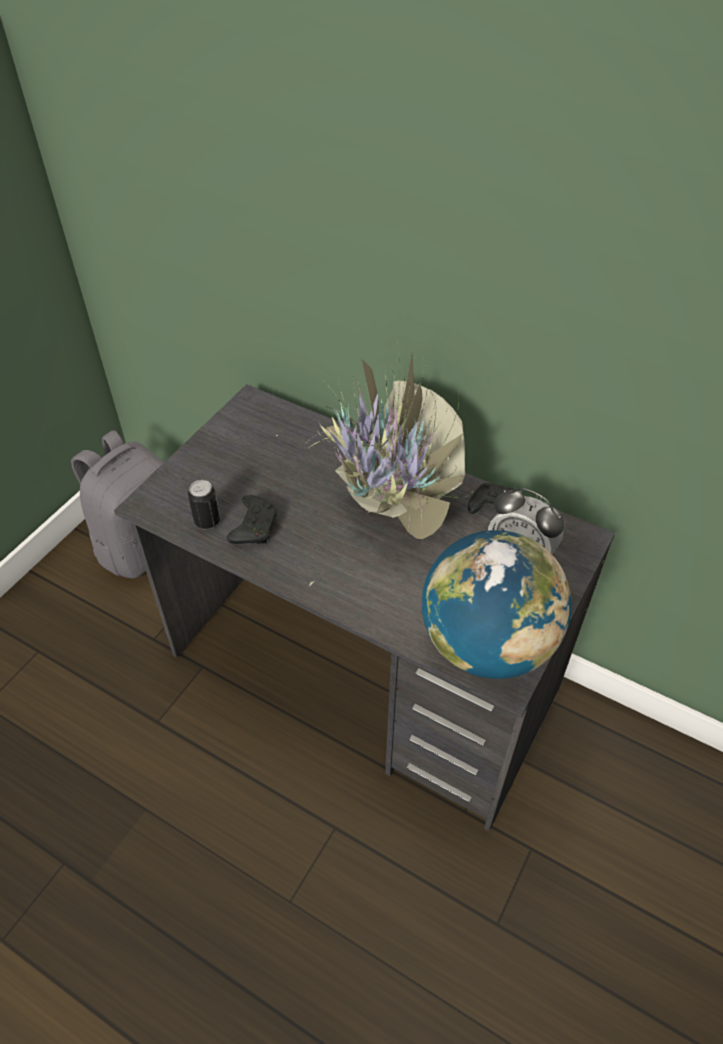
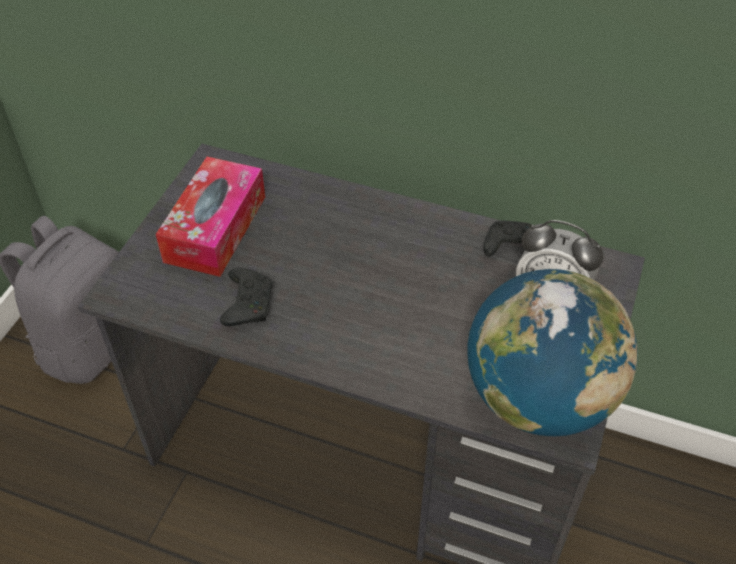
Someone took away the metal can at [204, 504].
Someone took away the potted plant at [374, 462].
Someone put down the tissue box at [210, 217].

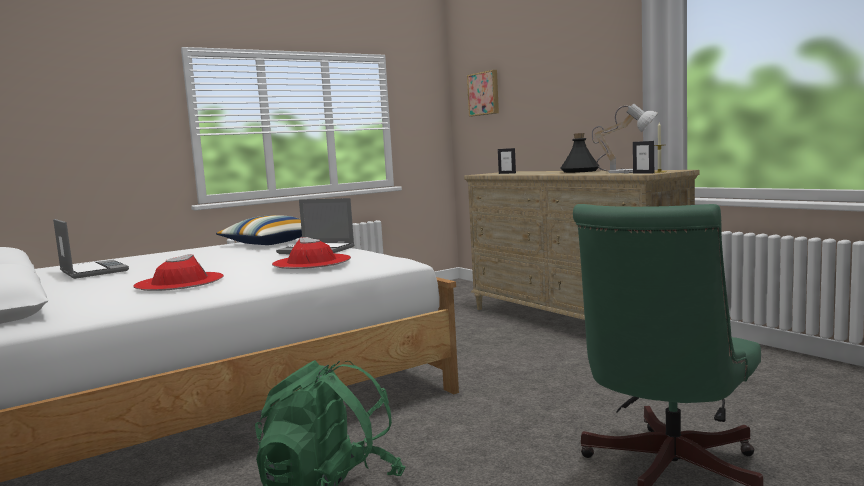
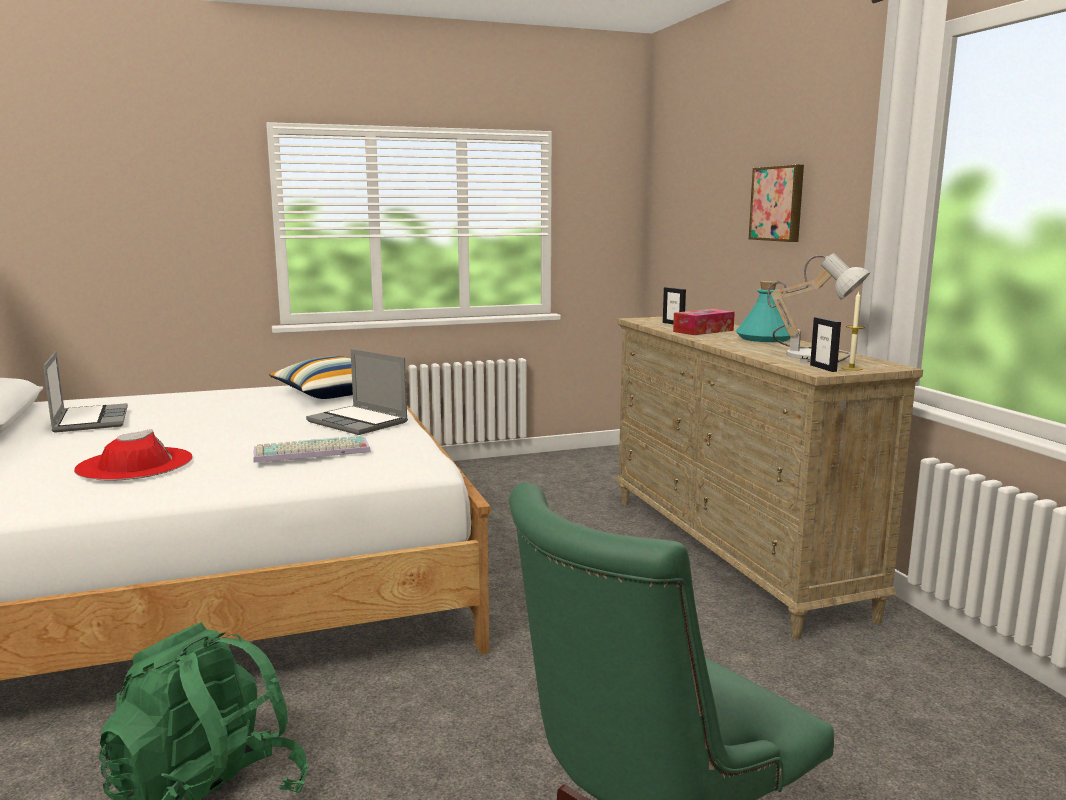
Someone swapped the hat/reddish at [311, 253] for the PC keyboard at [312, 449].
Someone carried the wall picture from [483, 93] to [776, 203].
Someone repainted the drink bottle/blackish at [580, 153], which became the drink bottle/turquoise at [763, 311].
Someone put down the tissue box at [704, 322].

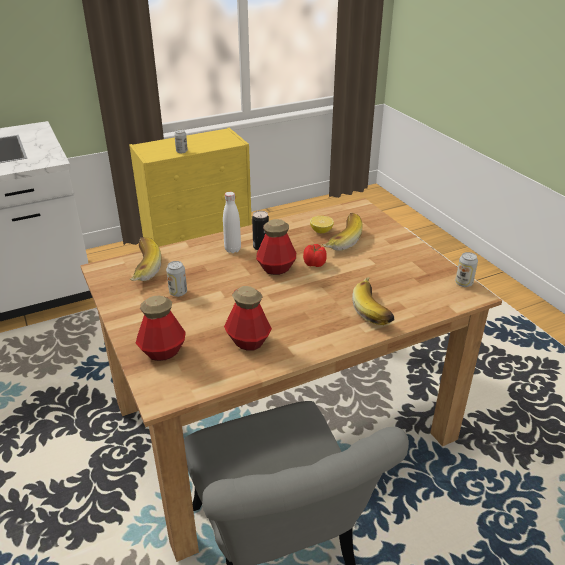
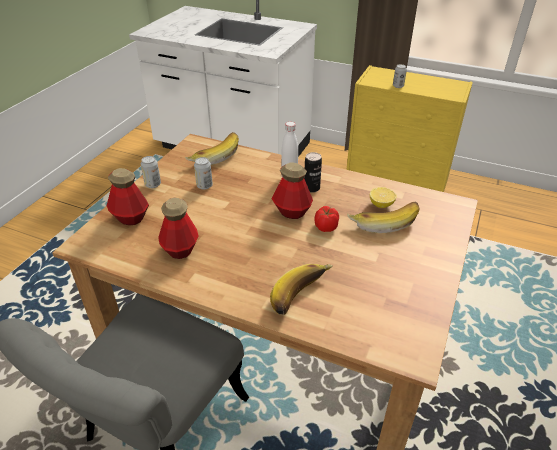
Someone carried the metal can from [466, 269] to [151, 172].

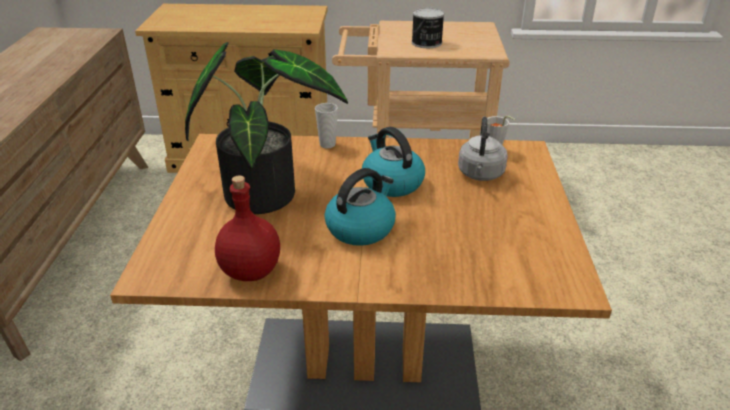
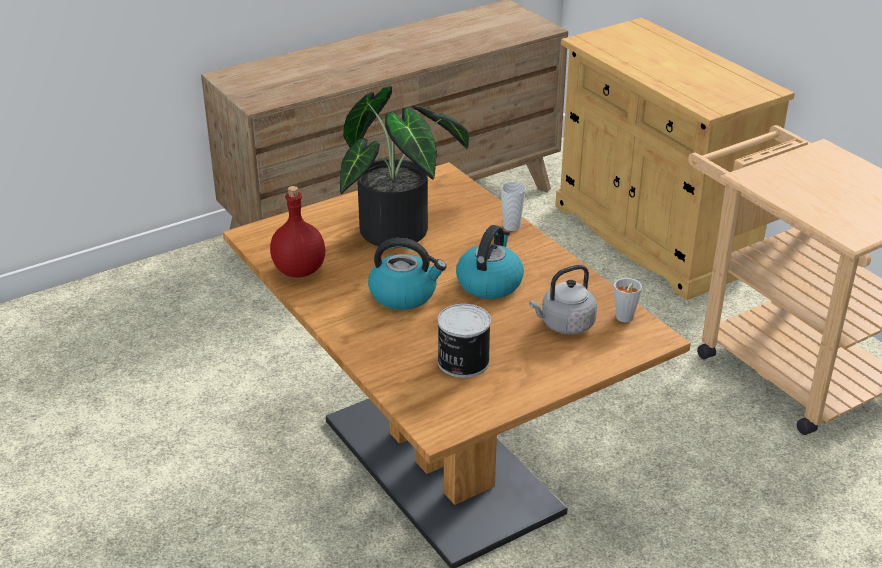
Someone carried the metal can from [428, 28] to [464, 341].

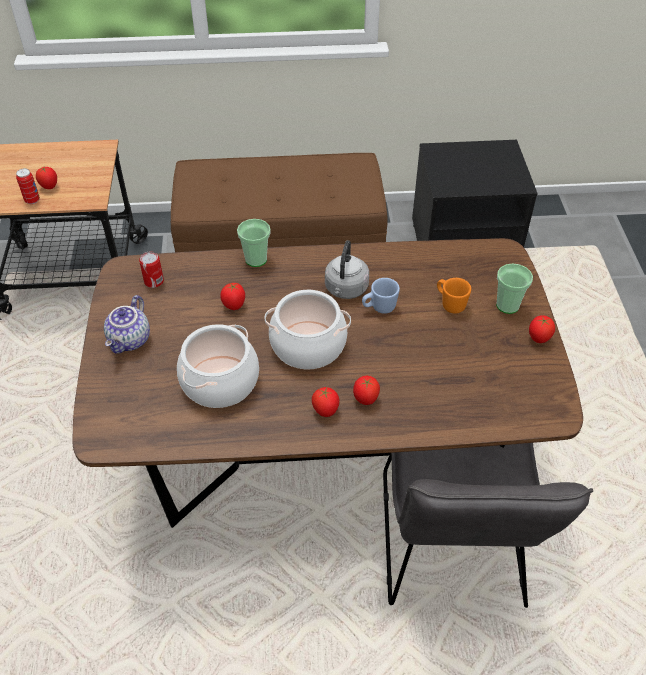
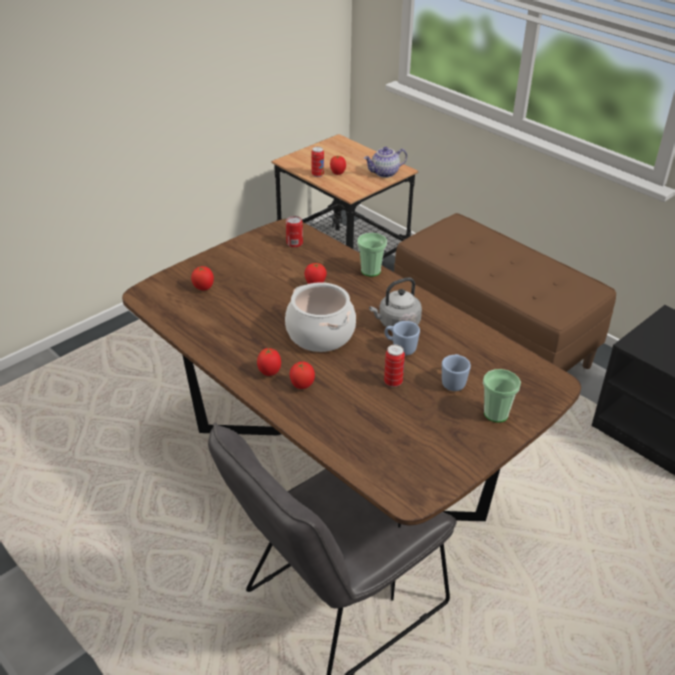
Someone carried the teapot from [127, 324] to [385, 162].
Someone took away the stockpot at [218, 366].
Someone repainted the mug/orange-coloured at [454, 296], which became the mug/blue-coloured at [456, 372].
Someone carried the whole tomato from [542, 329] to [202, 278].
Someone put down the metal can at [394, 366].

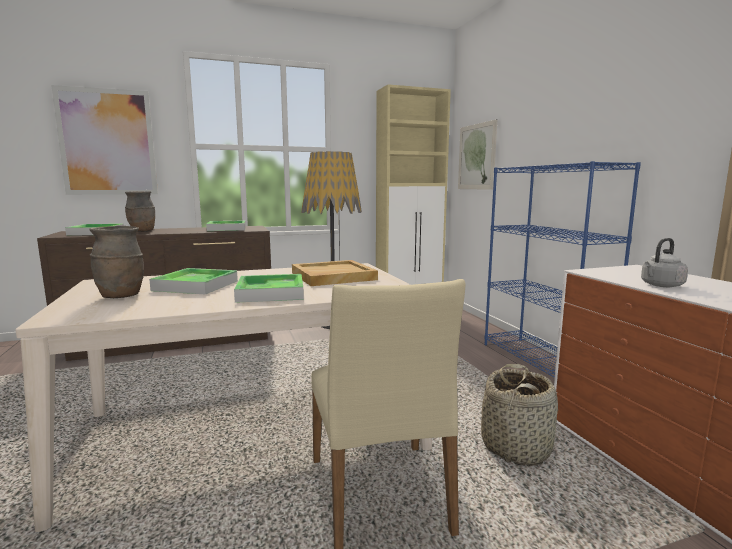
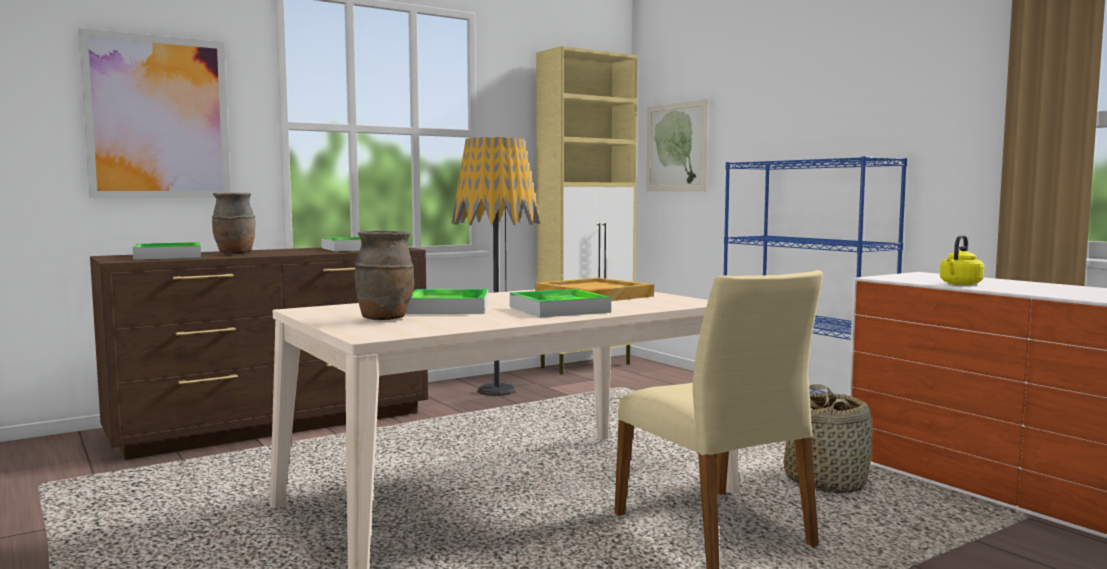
Someone repainted the water kettle/grey at [664, 262], which became the water kettle/yellow at [962, 260].

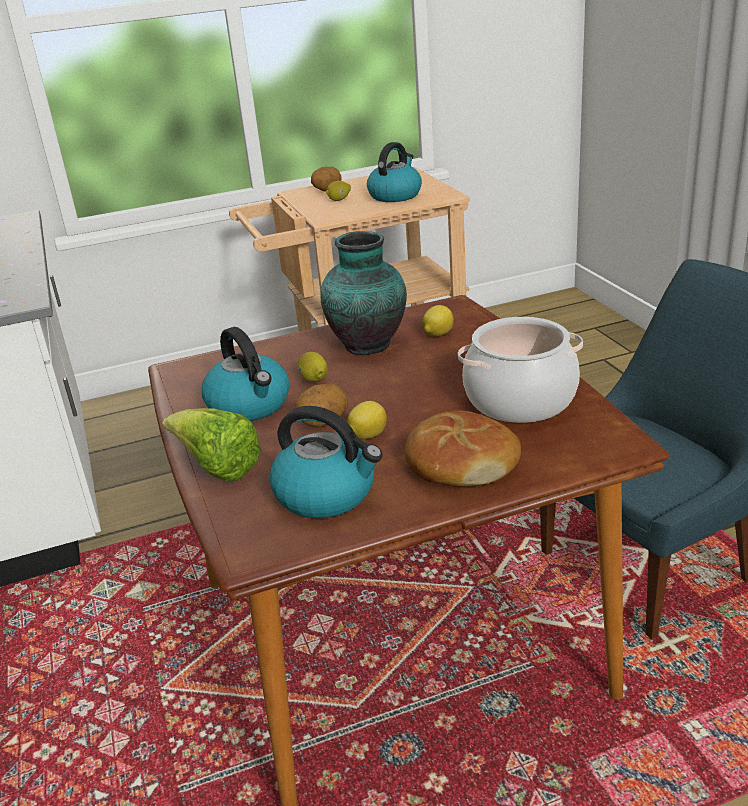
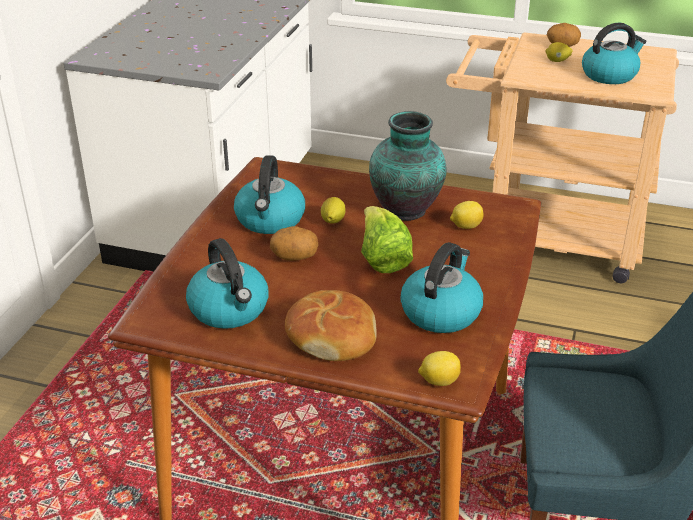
Someone carried the head of lettuce from [211, 445] to [387, 239].
Someone carried the whole lemon from [367, 420] to [439, 368].
Someone swapped the stockpot at [520, 370] for the water kettle at [441, 287].

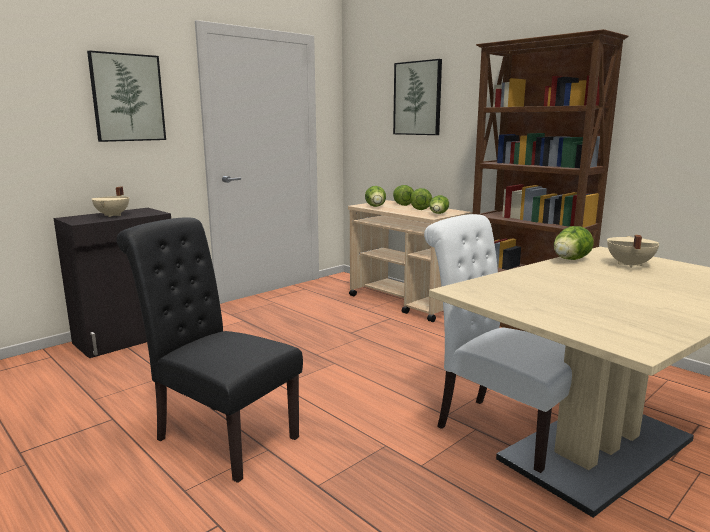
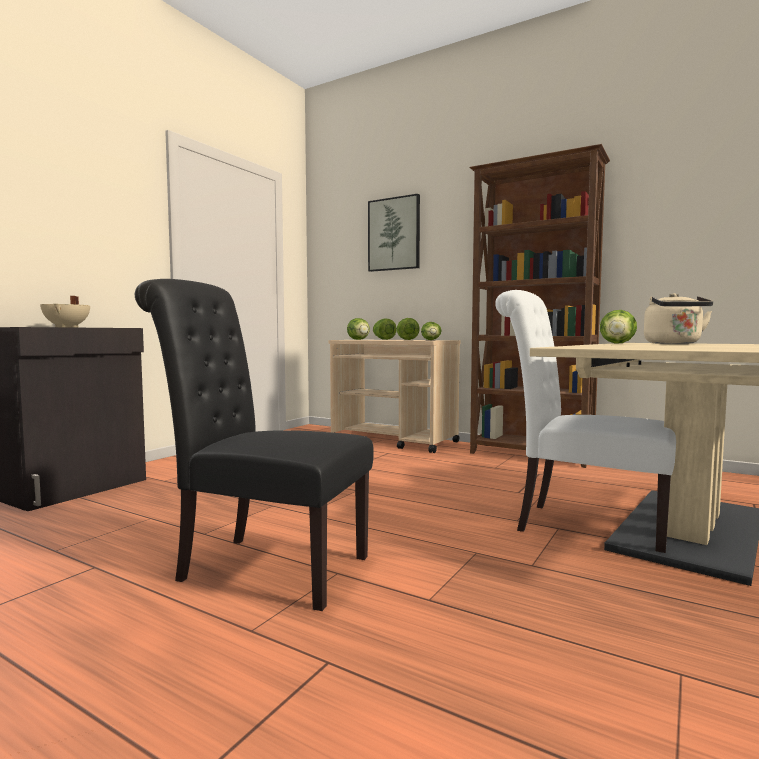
Someone took away the wall picture at [126, 96].
Someone swapped the stockpot/sand-coloured at [633, 251] for the water kettle/sand-coloured at [678, 318].

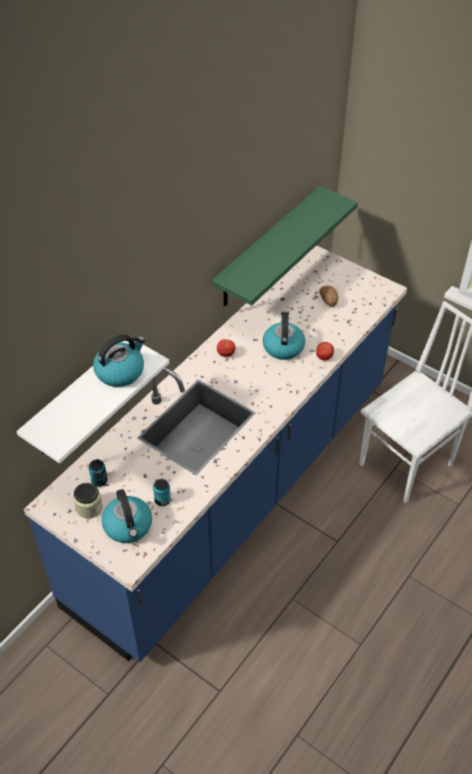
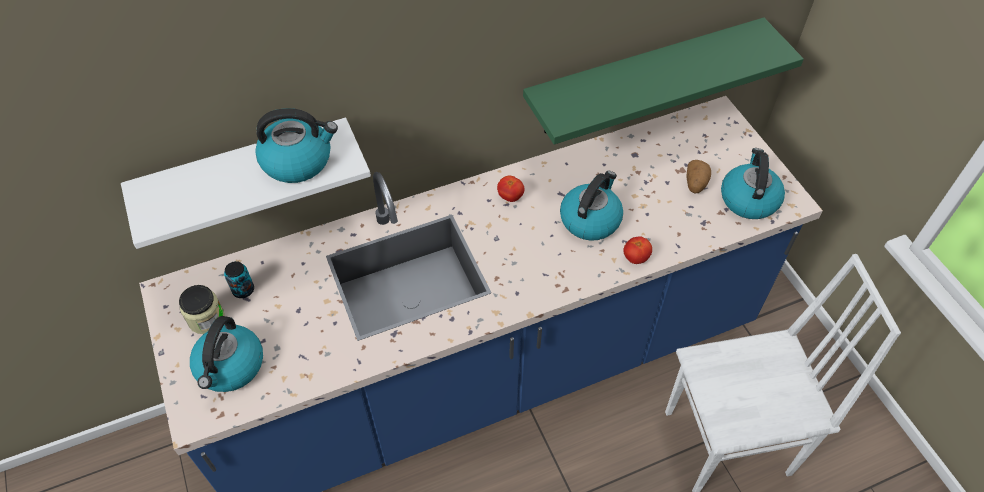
Someone took away the metal can at [162, 492].
Someone put down the water kettle at [753, 183].

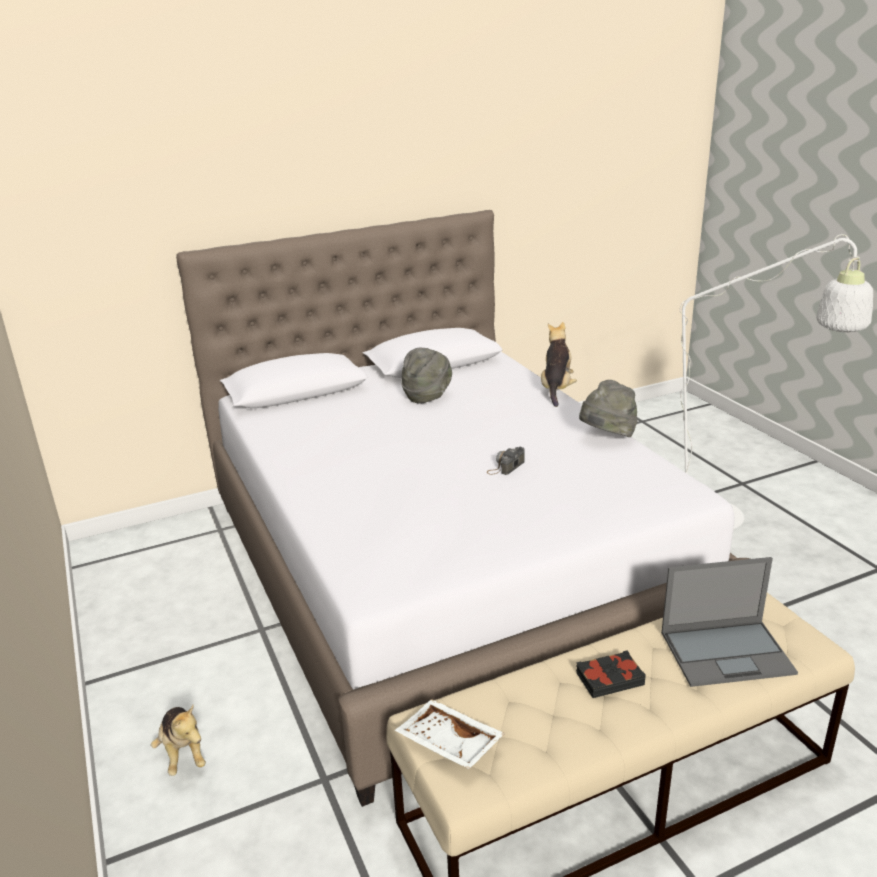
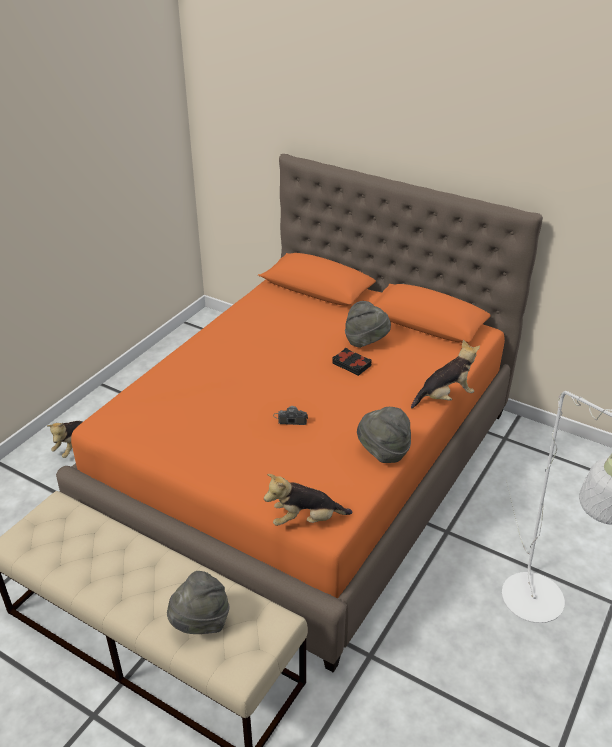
Someone repainted the sleeping bed/white-coloured at [463, 508], which became the sleeping bed/orange-coloured at [299, 413].
Someone took away the serving tray/white-coloured at [450, 734].
Someone carried the volume/blackish from [611, 674] to [352, 362].
Someone swapped the portable computer at [729, 622] for the hat/grey at [198, 602].
Someone put down the soft toy at [308, 500].

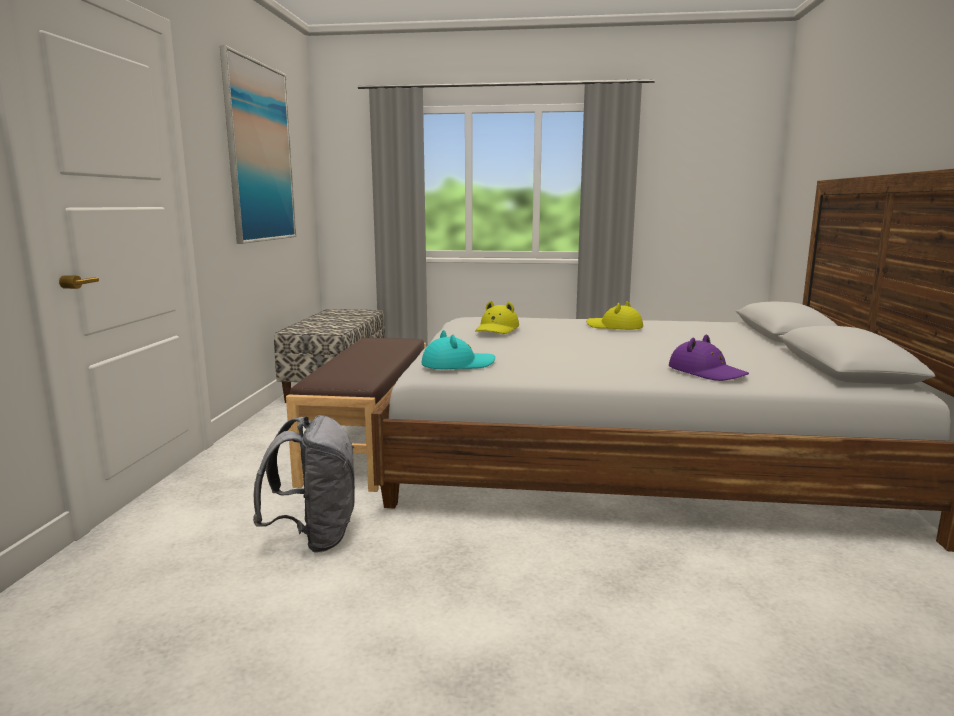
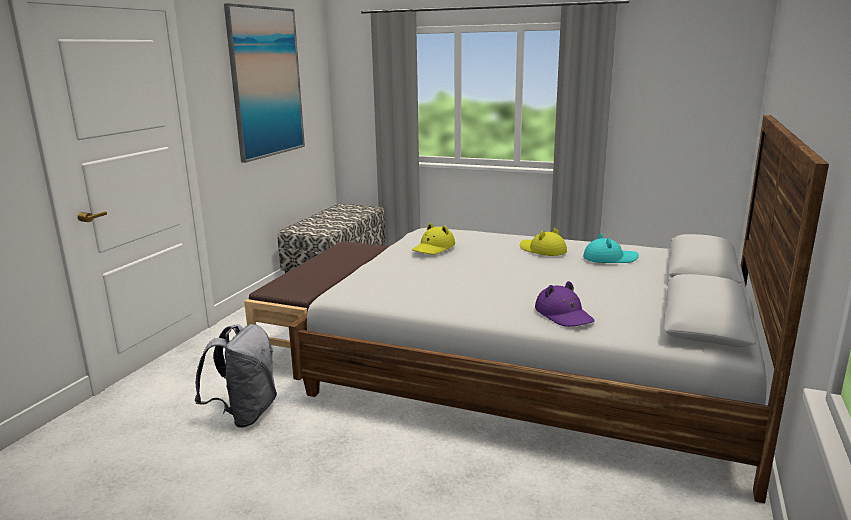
Someone carried the hat/turquoise from [458, 349] to [611, 248].

